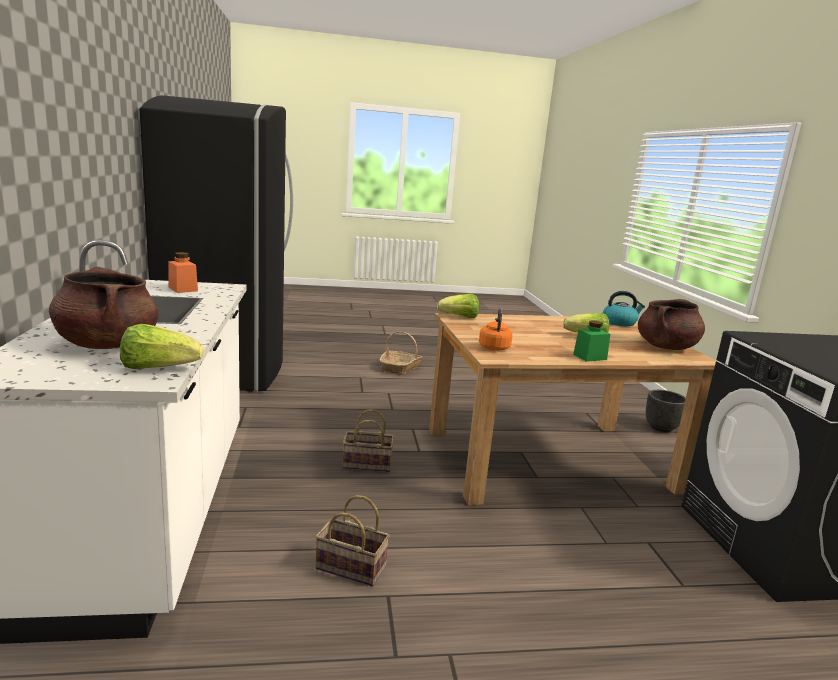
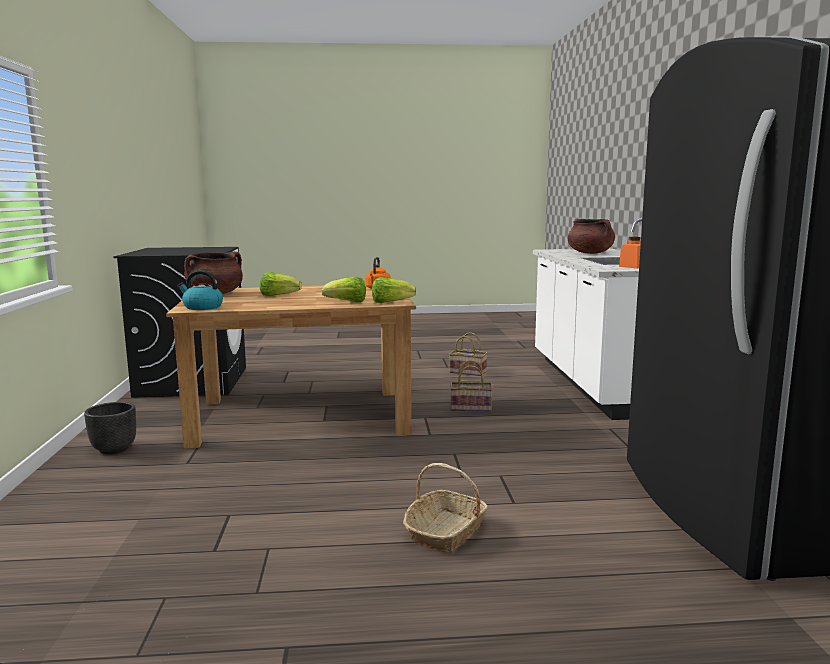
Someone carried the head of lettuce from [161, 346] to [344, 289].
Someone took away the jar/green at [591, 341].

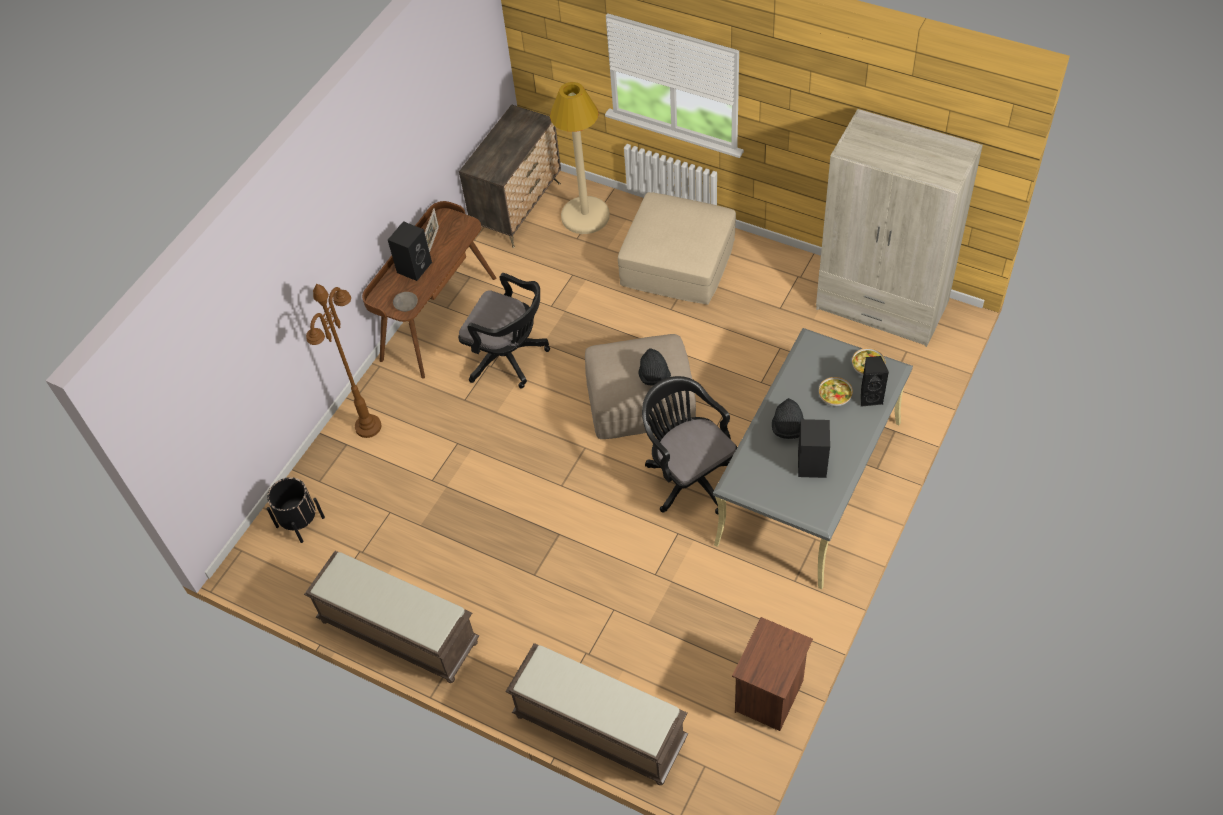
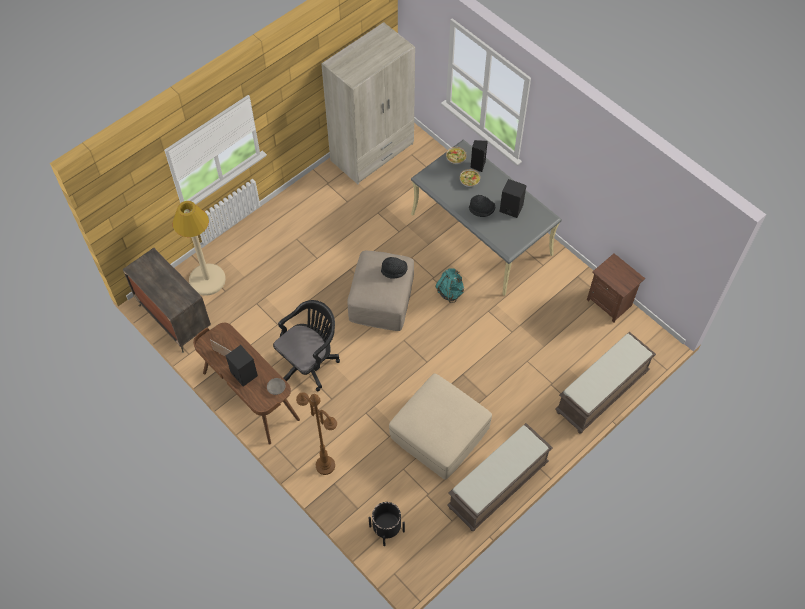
Someone carried the ottoman/sand-coloured from [677, 248] to [440, 426].
Someone swapped the computer chair/blackish at [689, 445] for the knapsack/turquoise at [449, 285].

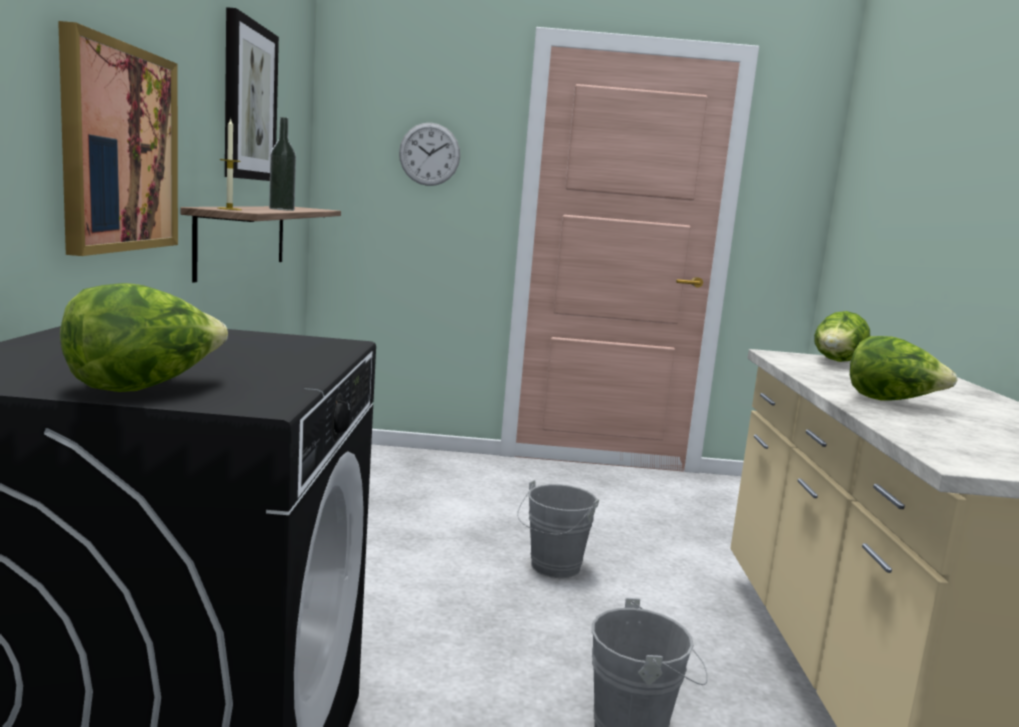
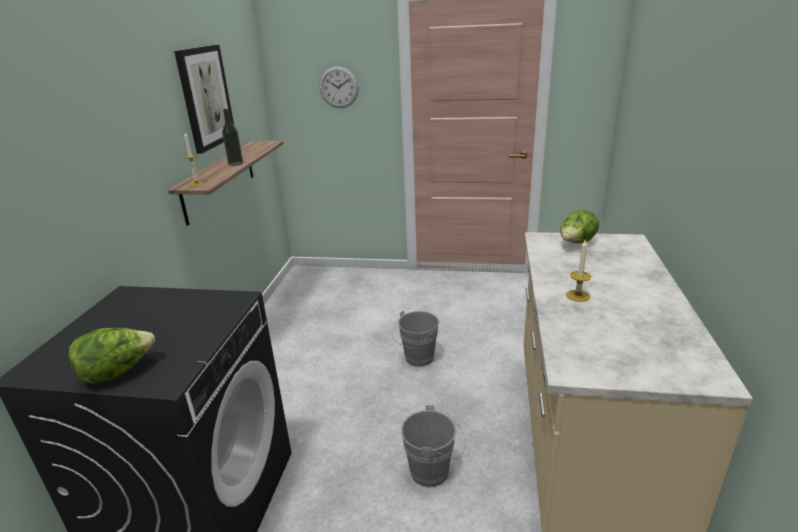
Someone took away the wall picture at [118, 138].
Someone swapped the head of lettuce at [904, 368] for the candle at [578, 270].

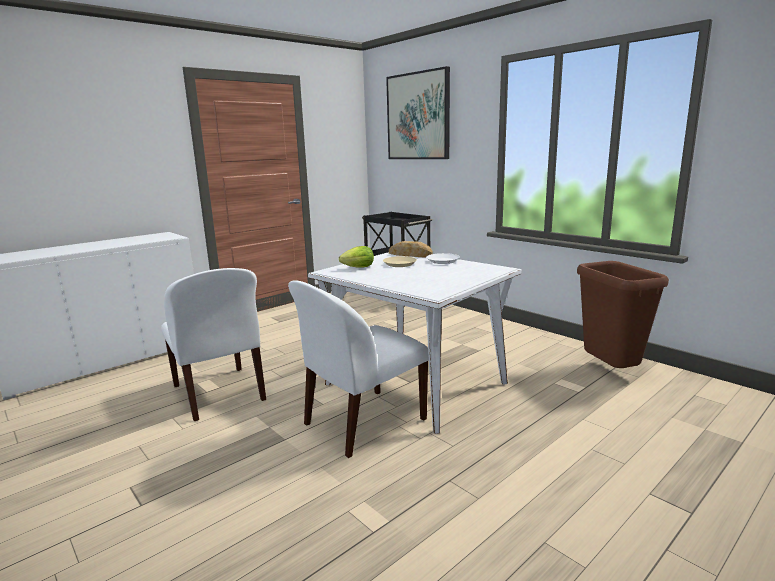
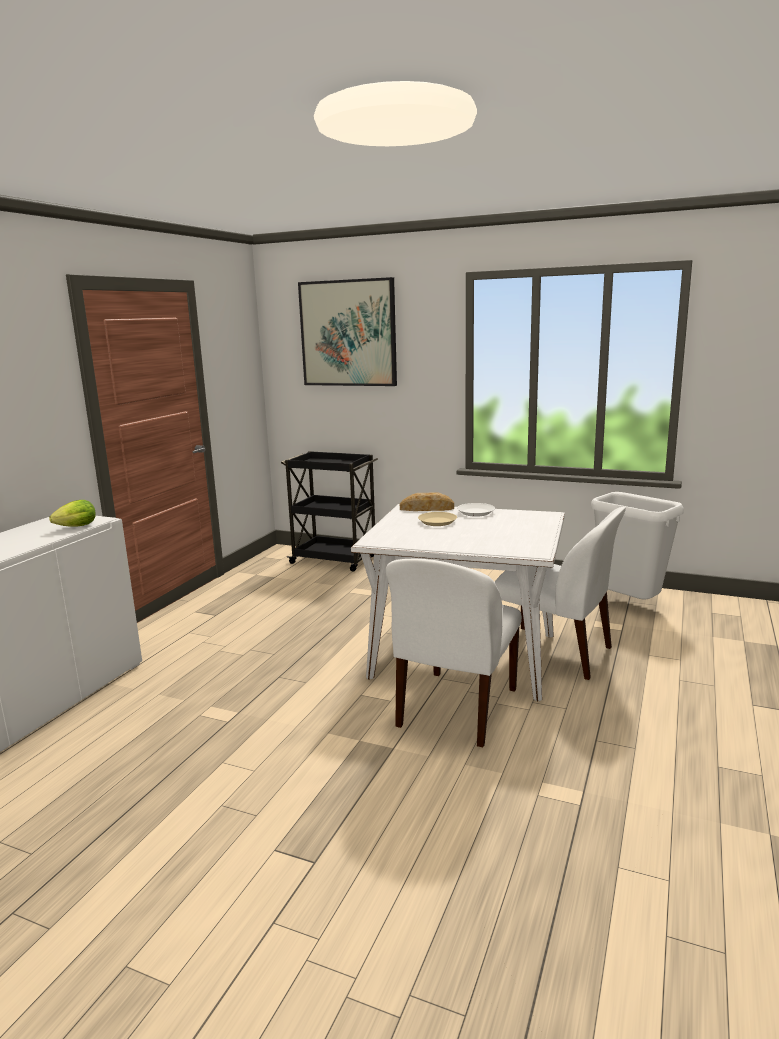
Someone carried the chair/white-coloured from [213, 344] to [560, 593].
Someone carried the head of lettuce from [356, 257] to [72, 513].
Someone repainted the rubbish bin/brown at [623, 314], which became the rubbish bin/white-coloured at [637, 545].

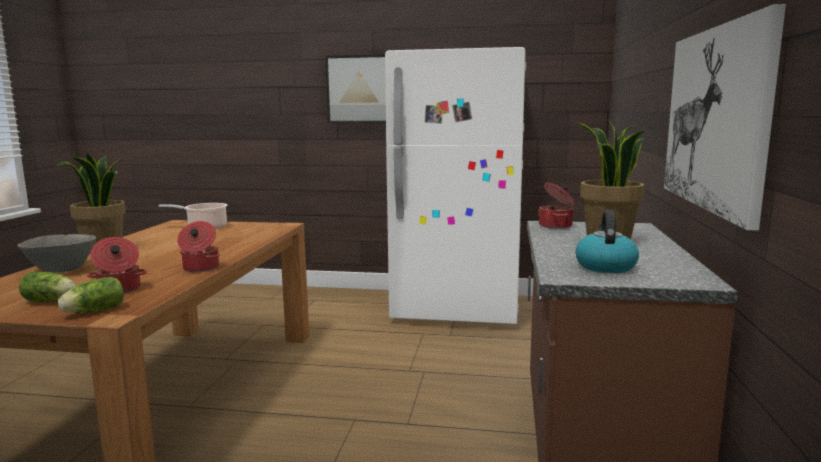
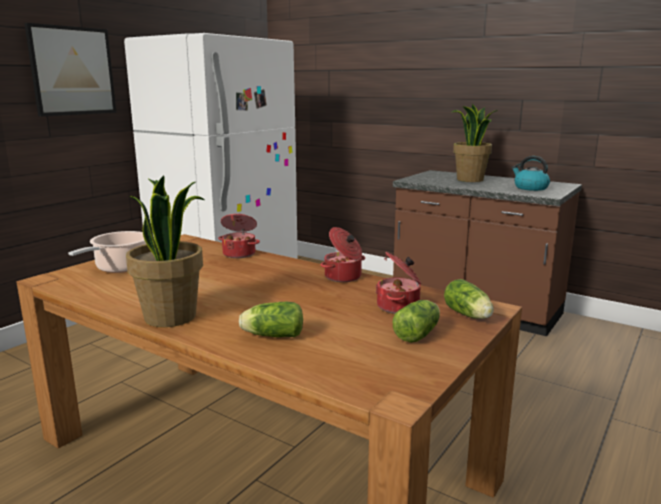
Someone swapped the deep dish/grey at [57, 253] for the head of lettuce at [271, 319].
Someone carried the stockpot from [556, 206] to [239, 236].
Someone took away the wall picture at [725, 117].

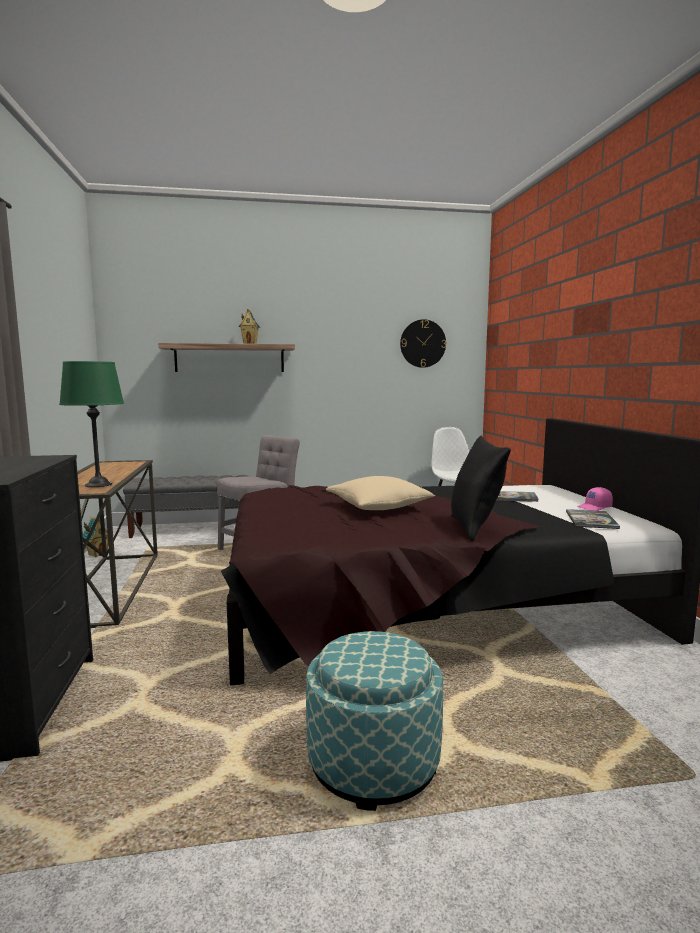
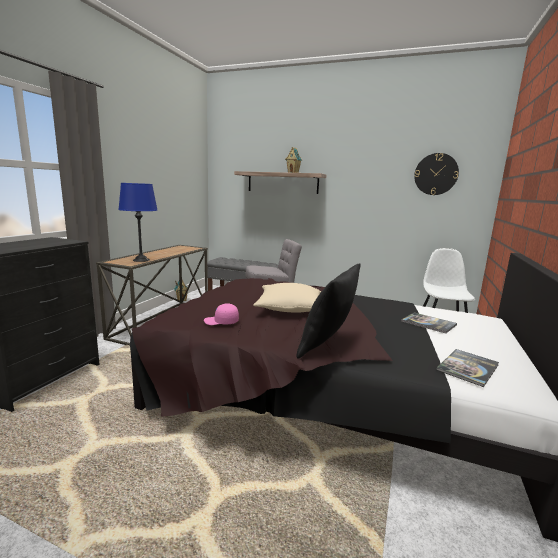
Someone repainted the tabletop lamp/green at [91, 424], which became the tabletop lamp/blue-coloured at [138, 222].
Someone took away the ottoman at [374, 721].
Someone carried the cap/pink from [595, 499] to [221, 314].

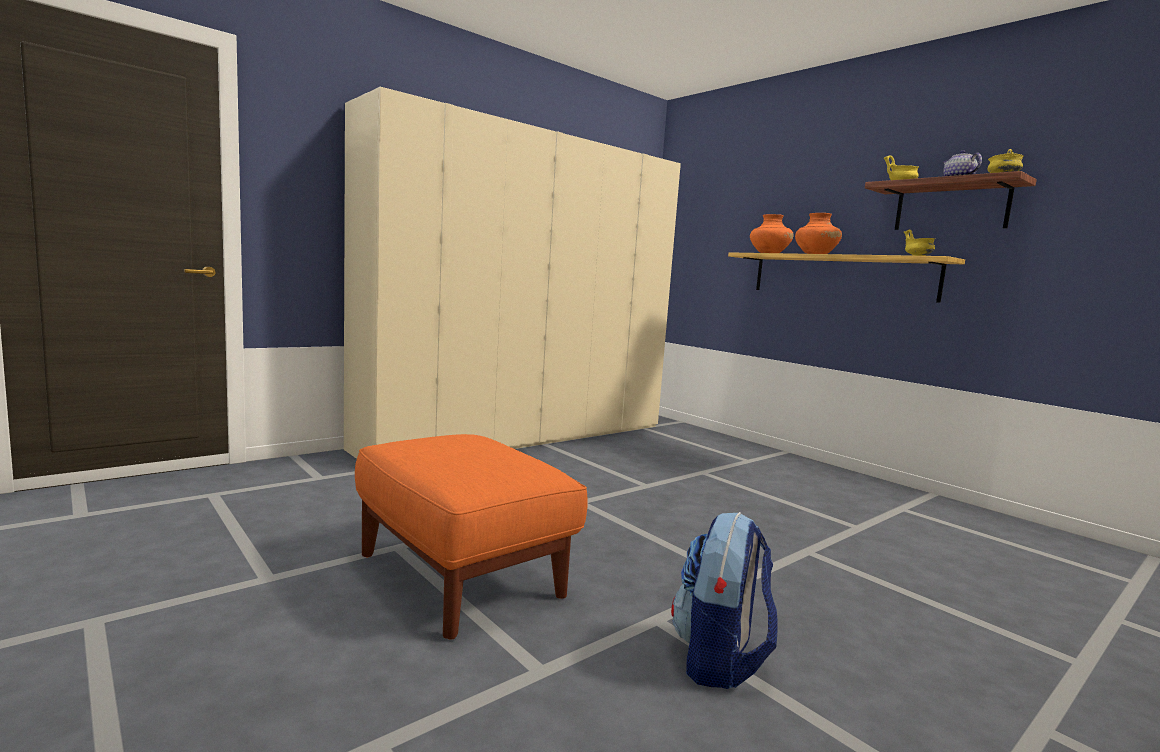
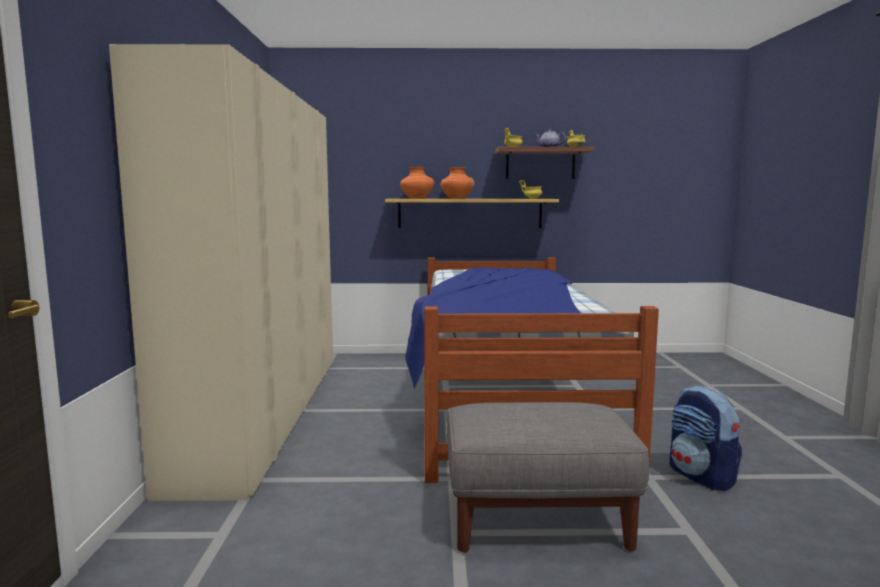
Someone repainted the ottoman/orange-coloured at [471, 536], which became the ottoman/grey at [548, 477].
Someone put down the sleeping bed at [532, 370].

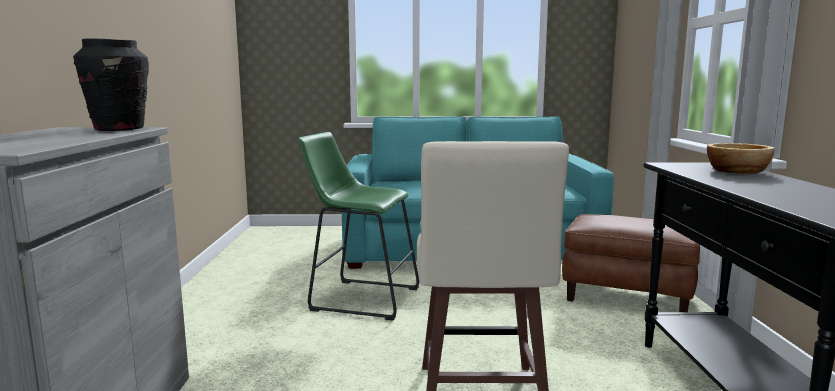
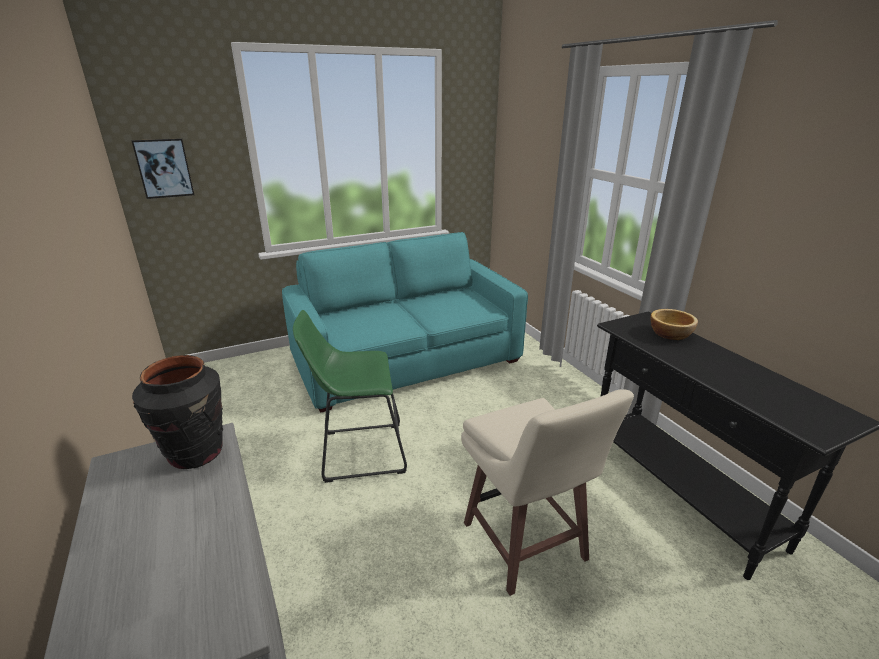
Someone took away the ottoman/brown at [631, 263].
Someone put up the wall picture at [163, 168].

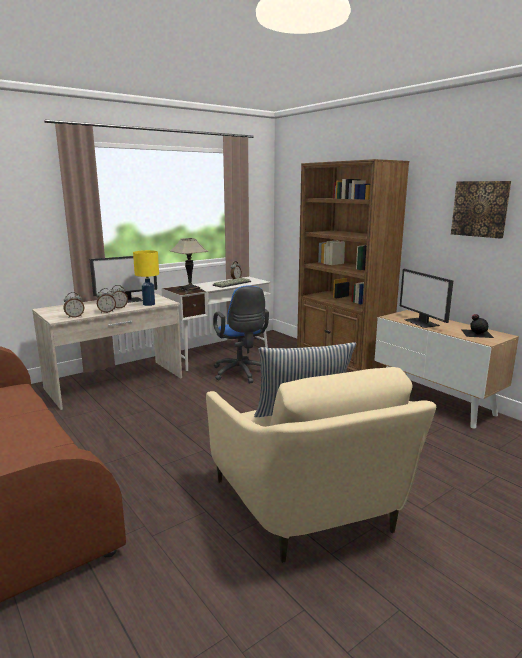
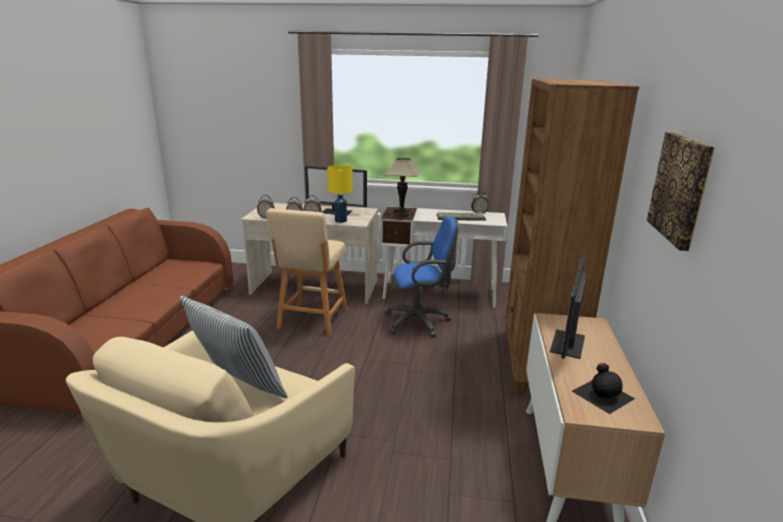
Someone rotated the computer chair/blue-coloured at [241, 334] by 120 degrees counterclockwise.
Someone put down the stool/sand-coloured at [307, 272].

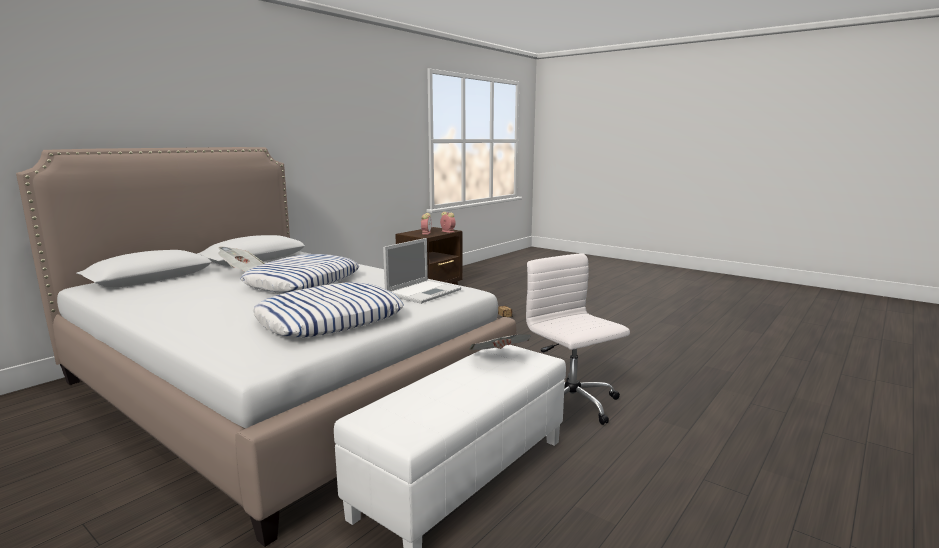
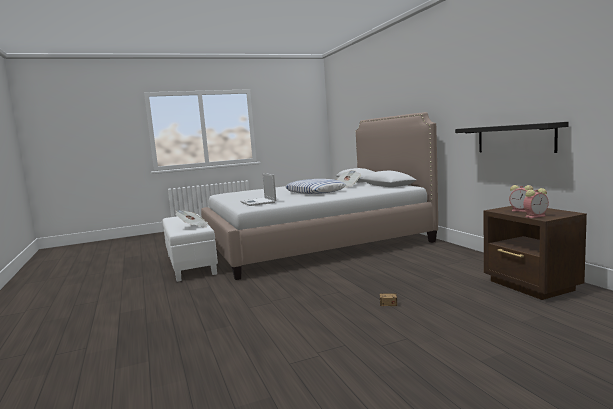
Someone took away the throw pillow at [328, 309].
Someone took away the computer chair/white-coloured at [578, 339].
Someone put up the wall shelf/blackish at [512, 137].

